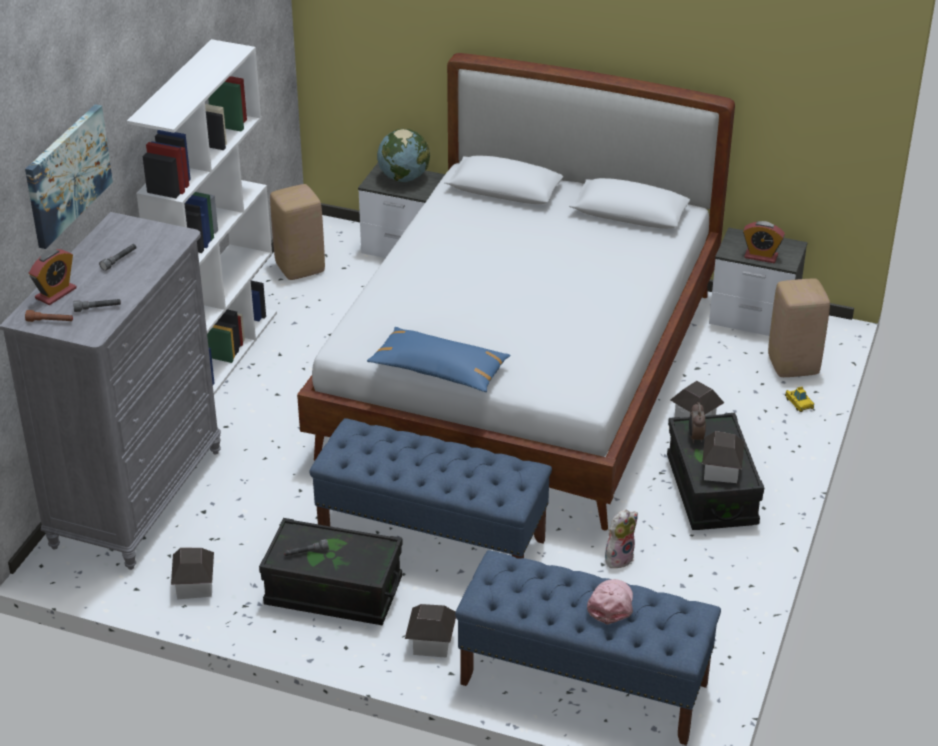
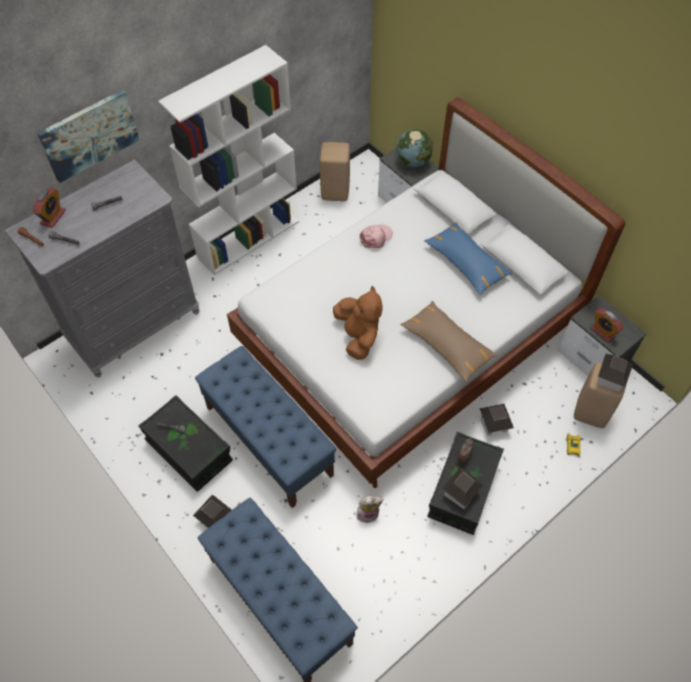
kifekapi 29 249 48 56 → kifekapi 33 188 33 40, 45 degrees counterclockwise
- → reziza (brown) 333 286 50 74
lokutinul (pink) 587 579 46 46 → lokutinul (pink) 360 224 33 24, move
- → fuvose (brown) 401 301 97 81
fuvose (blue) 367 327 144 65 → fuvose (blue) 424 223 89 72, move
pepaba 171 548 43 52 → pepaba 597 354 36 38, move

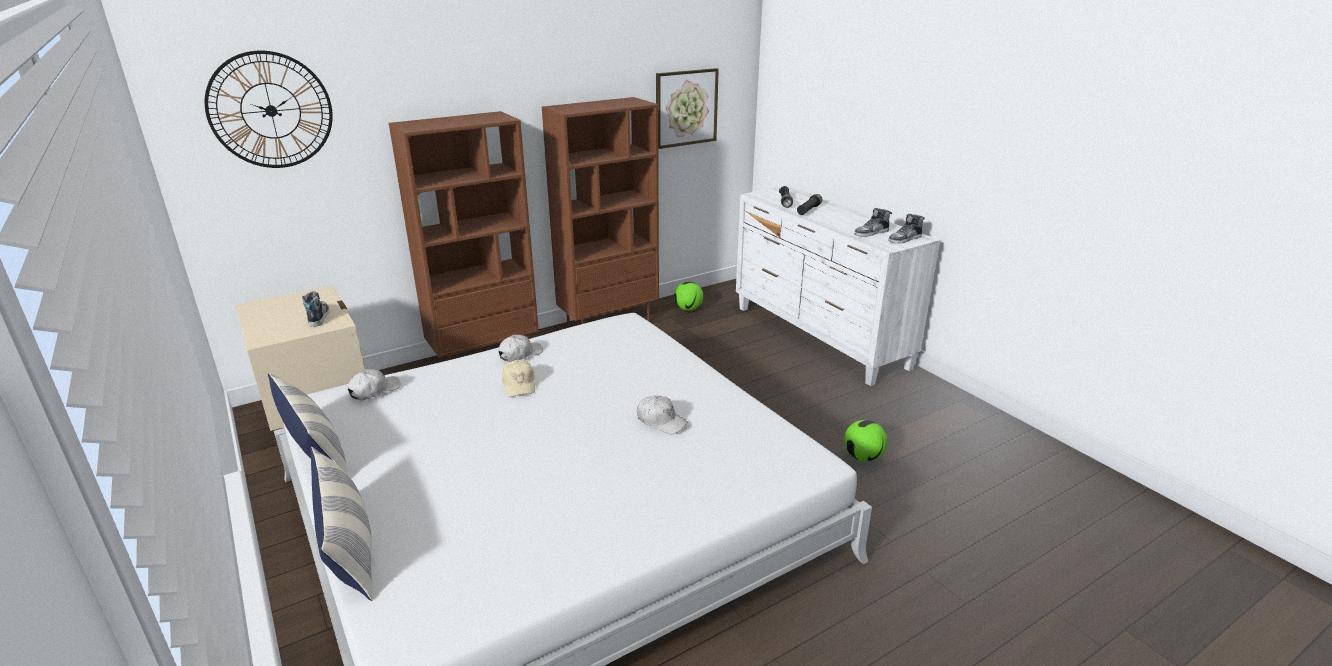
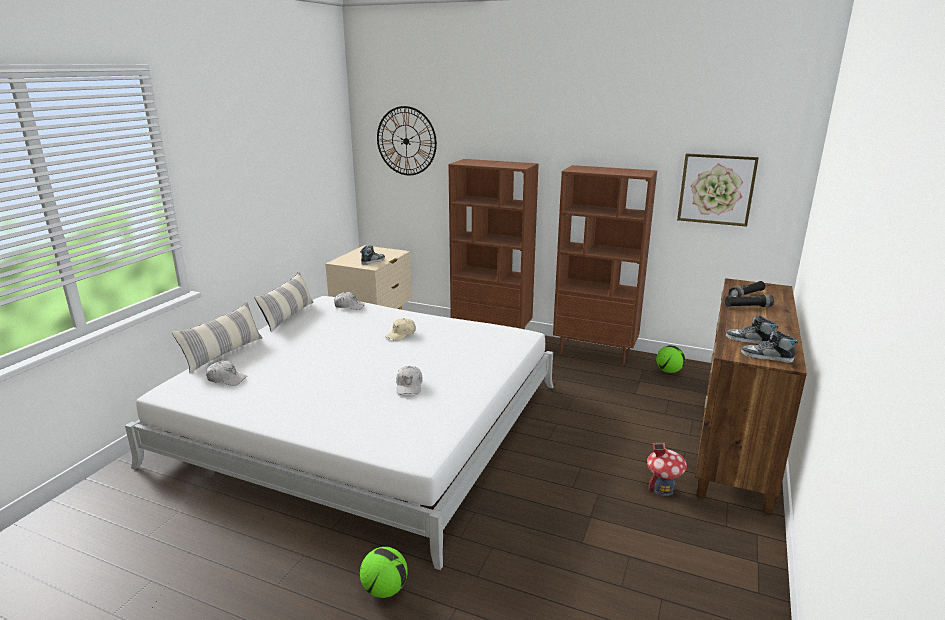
lokutinul (white) 498 335 45 27 → lokutinul (white) 206 361 41 25, move
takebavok 844 420 43 42 → takebavok 360 547 48 51, move
- → pepaba 647 443 40 53
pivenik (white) 736 186 204 200 → pivenik (brown) 695 278 112 237

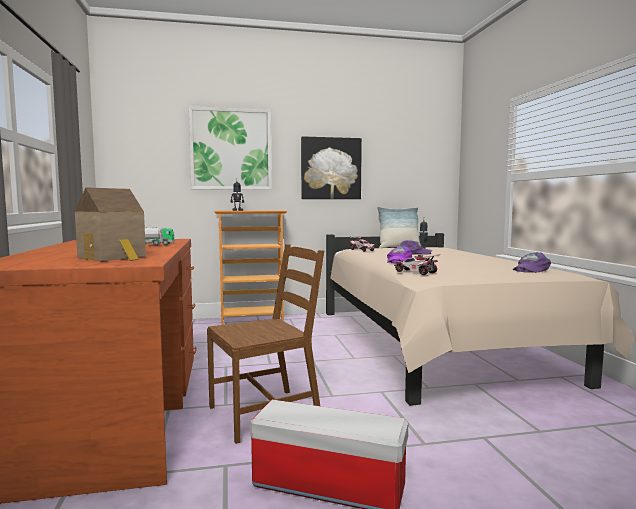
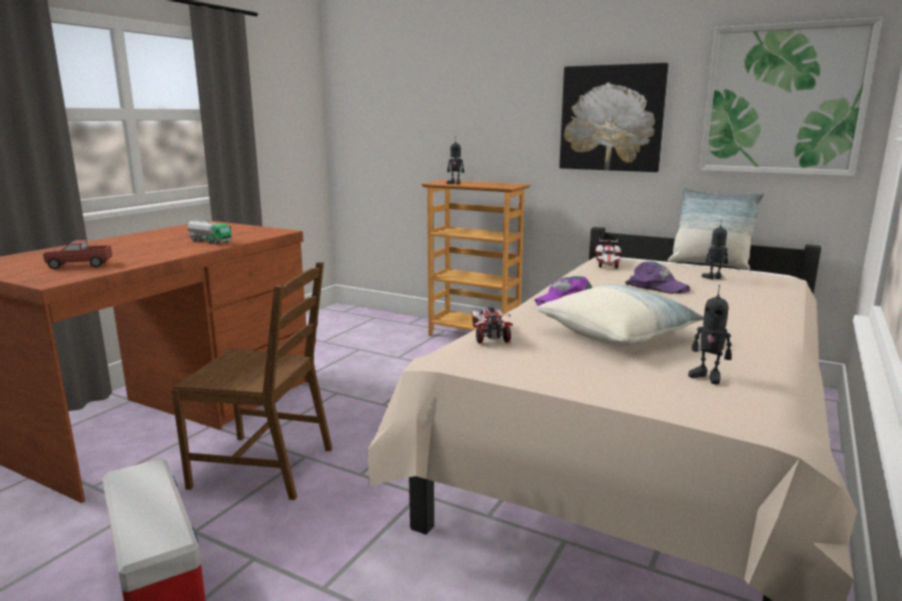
pepaba 75 188 71 73 → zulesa 43 240 69 29
- → fuvose 537 285 167 61
lokutinul (purple) 513 252 38 21 → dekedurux 688 285 44 100
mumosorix 189 106 83 84 → mumosorix 699 17 184 159, move

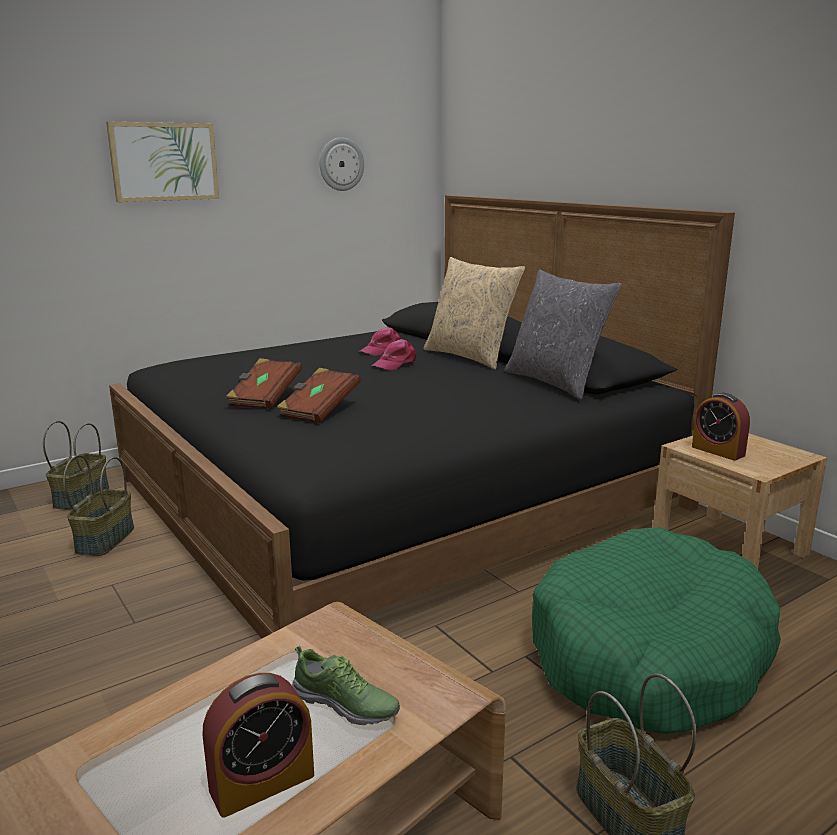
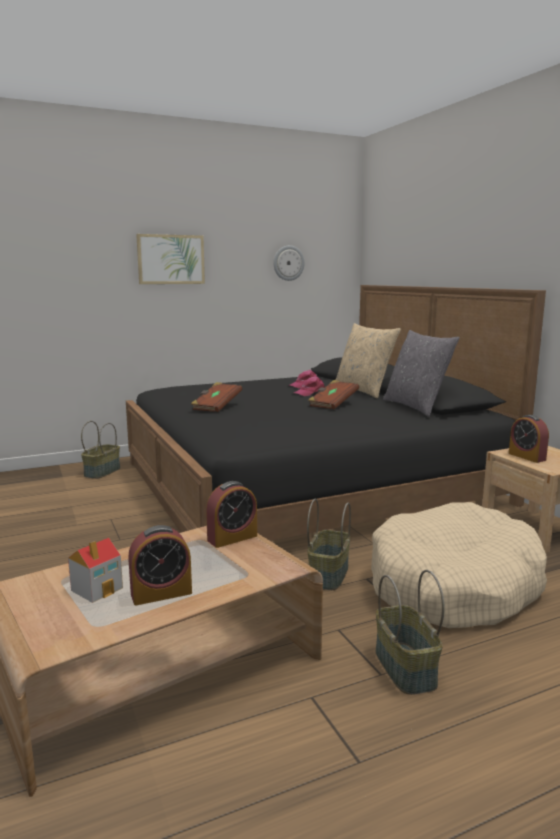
- → pepaba 68 538 55 65
- → kifekapi 206 481 51 67
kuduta 63 455 71 101 → kuduta 307 498 44 92, move
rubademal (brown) 276 368 84 55 → rubademal (brown) 308 380 51 29, move
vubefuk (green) 532 527 249 207 → vubefuk (beige) 371 502 176 126
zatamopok 292 646 108 79 → -

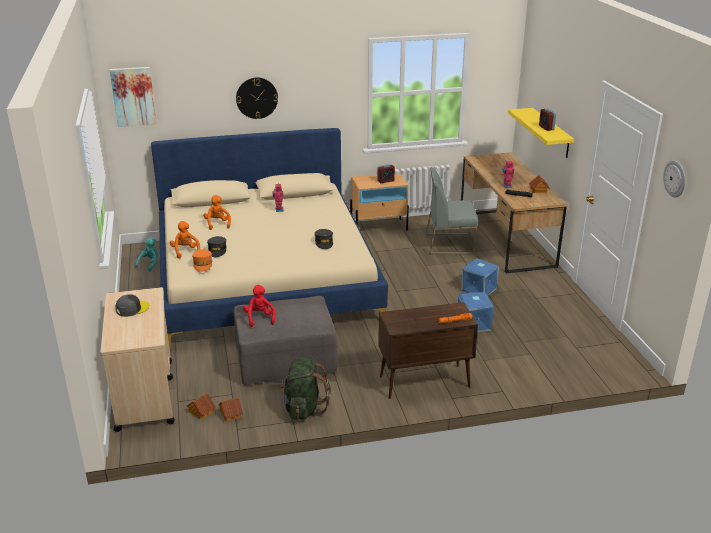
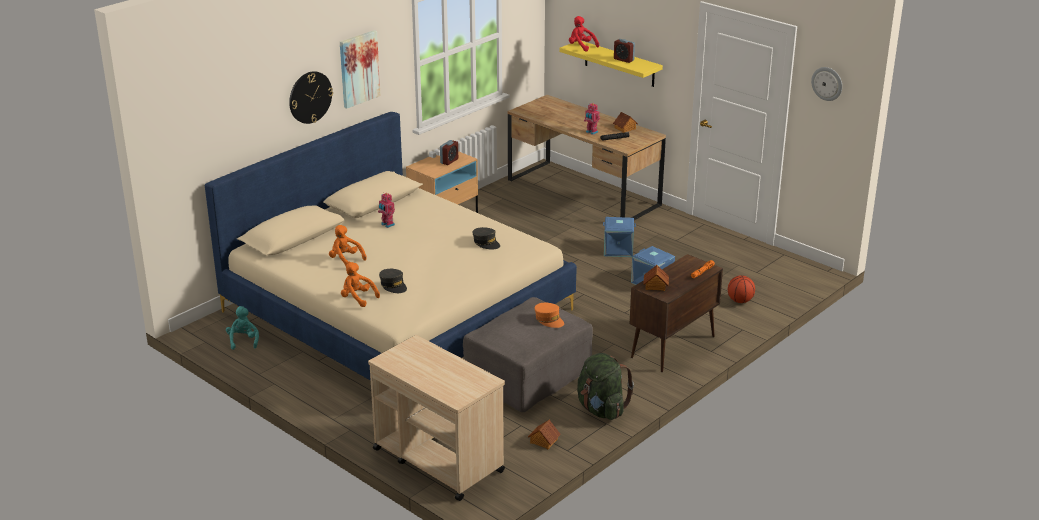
mumosorix 110 67 47 60 → mumosorix 340 30 41 79, move
lokutinul (orange) 192 250 20 22 → lokutinul (orange) 534 303 30 25, move
reziza (red) 243 285 33 42 → reziza (red) 569 16 30 36, move
pepaba 187 393 29 27 → pepaba 643 265 26 26, move
- → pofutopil 728 275 27 28
lokutinul (grey) 115 294 34 23 → -
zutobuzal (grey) 426 167 52 87 → -

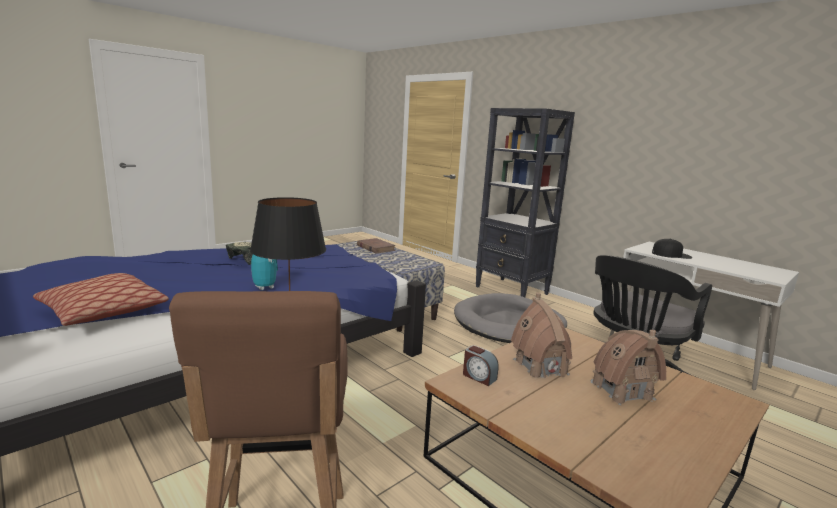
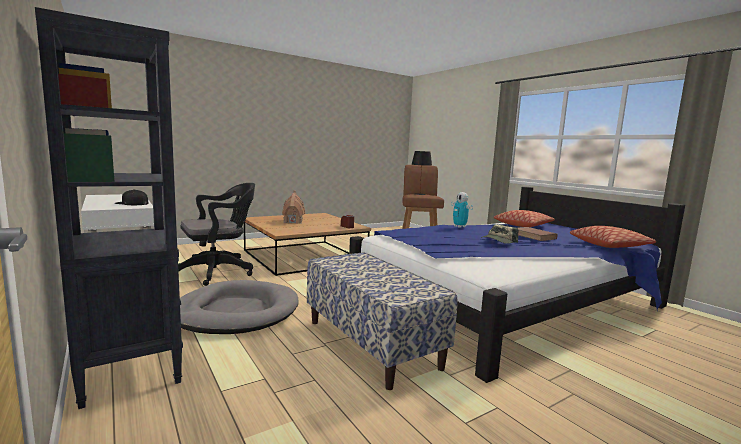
rubademal (brown) 357 238 39 16 → rubademal (brown) 518 227 40 14, move
- → fuvose 570 226 86 22
pepaba 511 292 61 86 → -

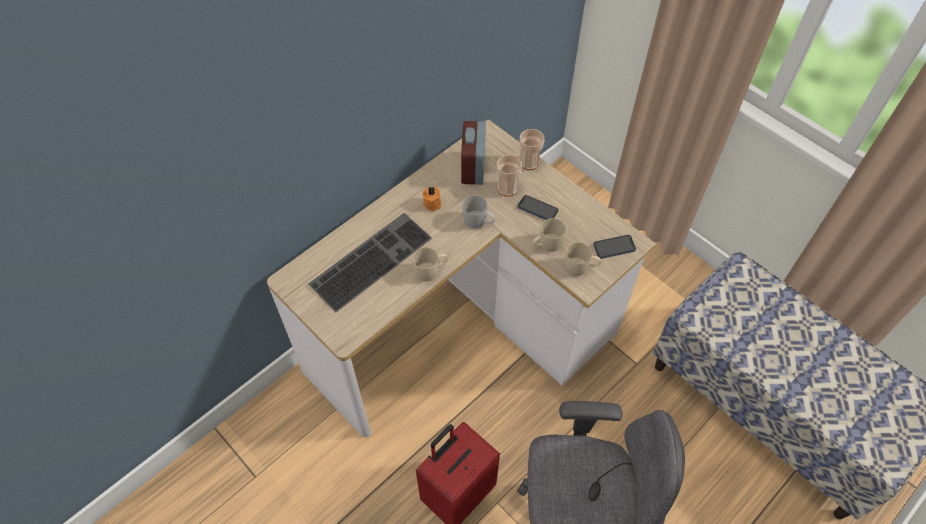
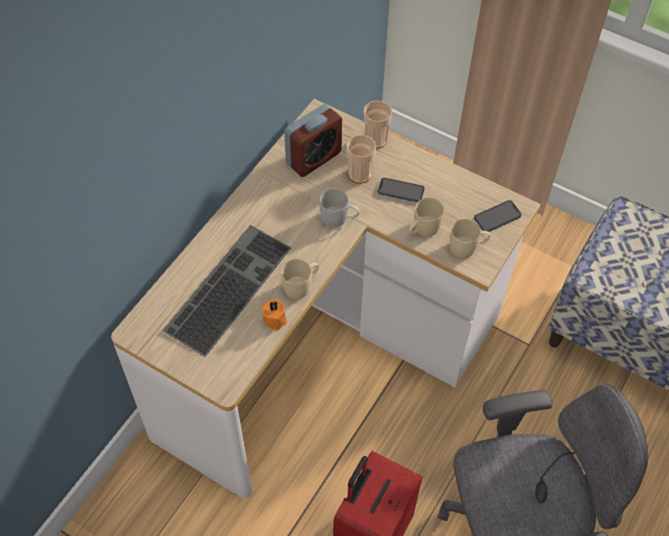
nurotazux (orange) 422 187 19 25 → nurotazux (orange) 262 299 25 31, move
kifekapi 461 121 25 64 → kifekapi 284 104 58 73, 120 degrees counterclockwise

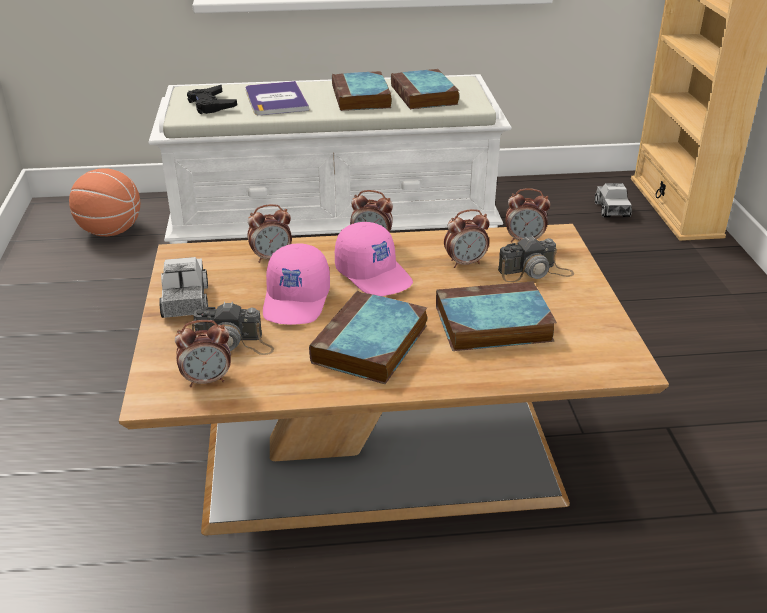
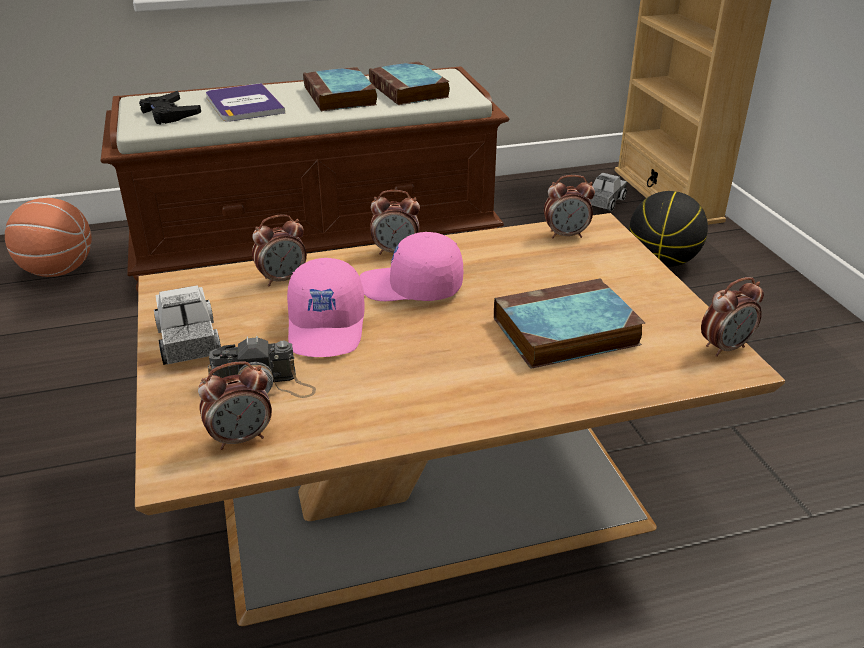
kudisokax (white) 148 74 364 170 → kudisokax (brown) 101 66 408 226
lokutinul (pink) 335 222 78 74 → lokutinul (pink) 359 232 104 69, 150 degrees clockwise
zulesa 595 183 37 34 → zulesa 589 173 38 38, 135 degrees counterclockwise
- → pofutopil 629 191 79 76
kifekapi 444 209 46 59 → kifekapi 701 277 63 80, move
rubademal 309 291 118 93 → -
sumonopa 498 236 77 46 → -

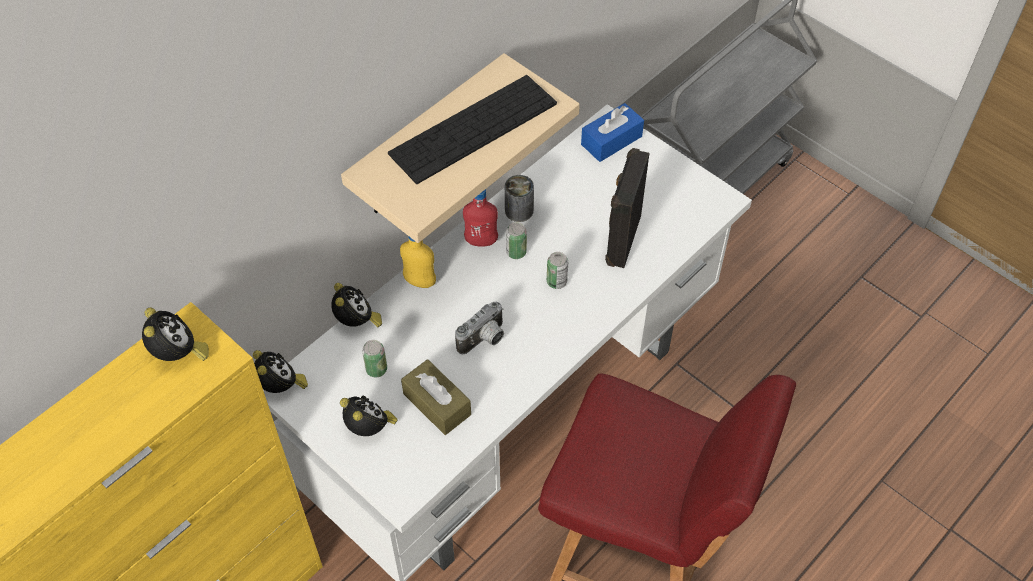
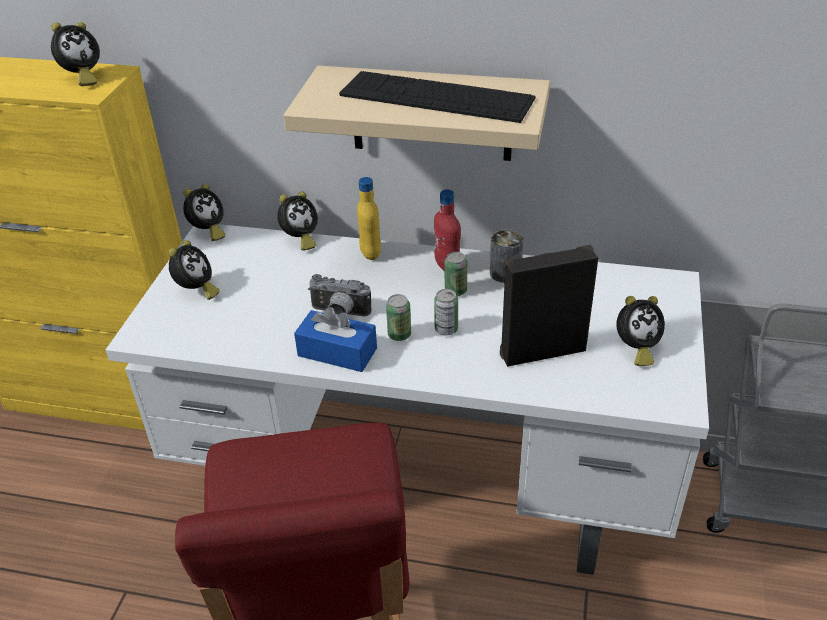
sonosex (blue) 581 103 63 59 → sonosex (blue) 294 307 83 65, move
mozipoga 362 340 25 38 → mozipoga 386 294 25 47, move
- → kifekapi 616 296 49 70
sonosex (brown) 401 359 70 76 → -

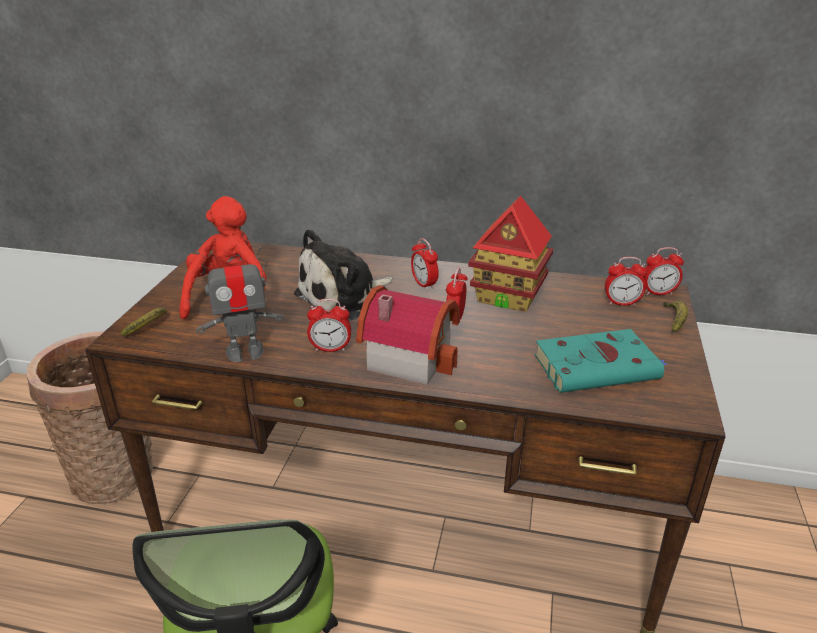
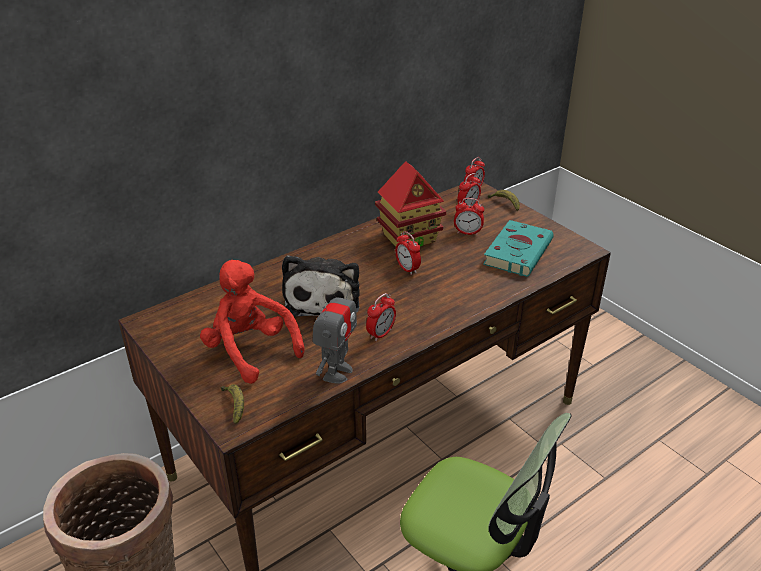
kifekapi 411 238 28 53 → kifekapi 454 198 30 37, move
pepaba 356 285 104 100 → -

